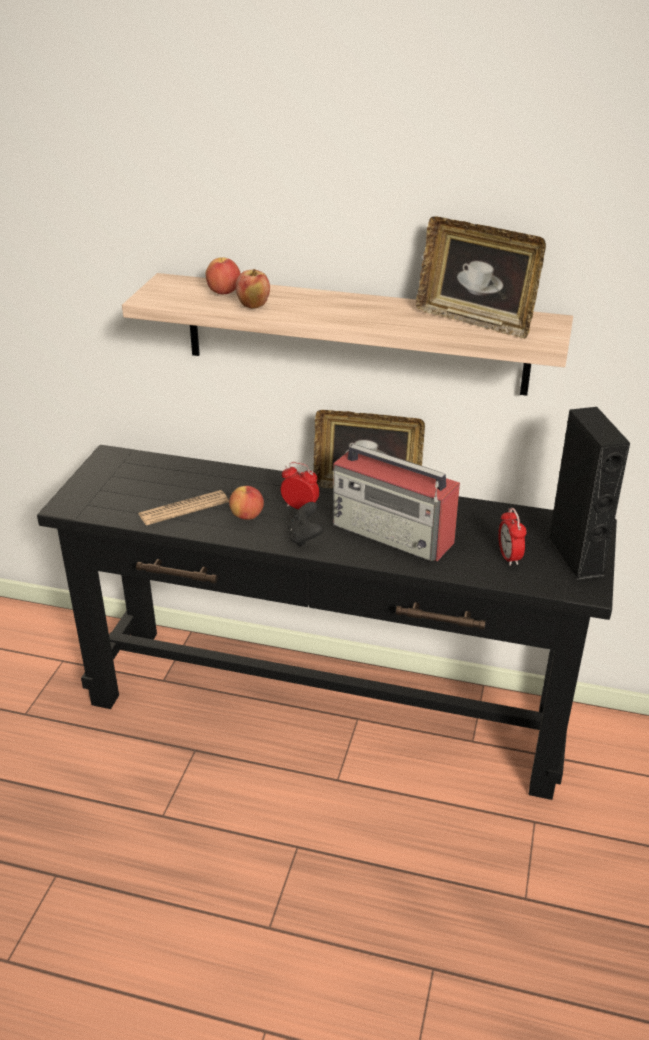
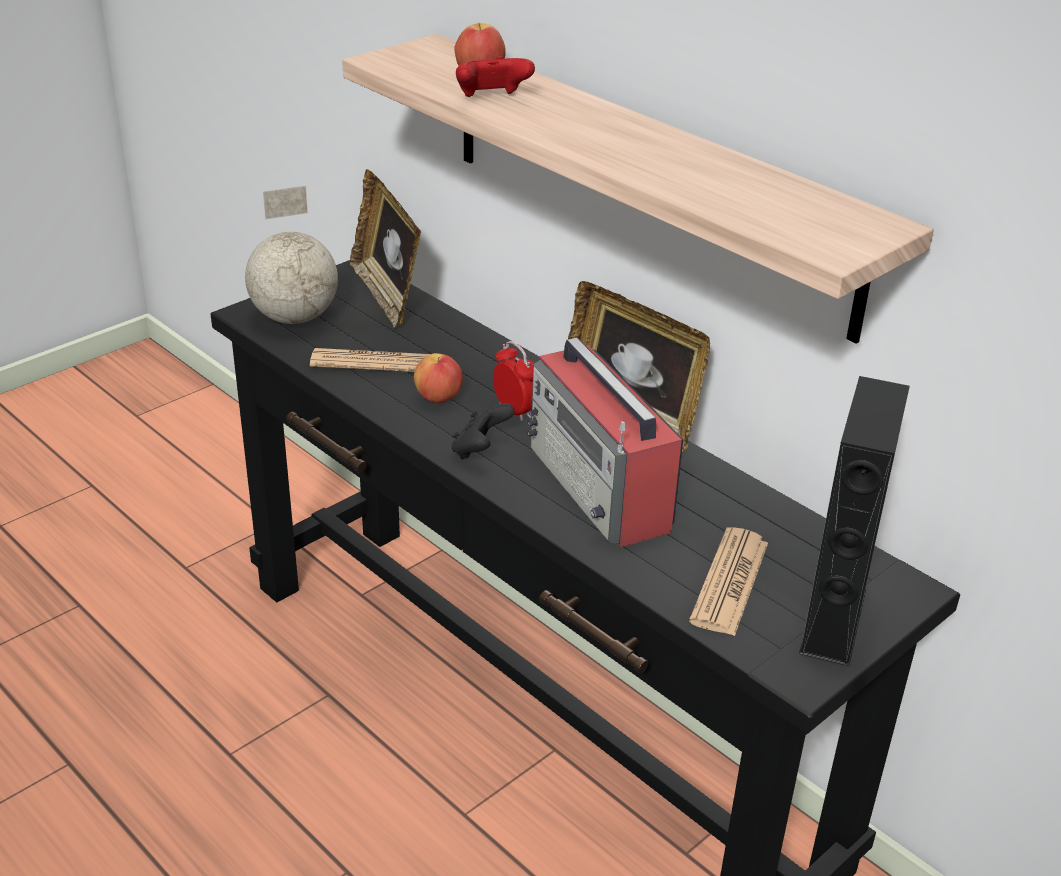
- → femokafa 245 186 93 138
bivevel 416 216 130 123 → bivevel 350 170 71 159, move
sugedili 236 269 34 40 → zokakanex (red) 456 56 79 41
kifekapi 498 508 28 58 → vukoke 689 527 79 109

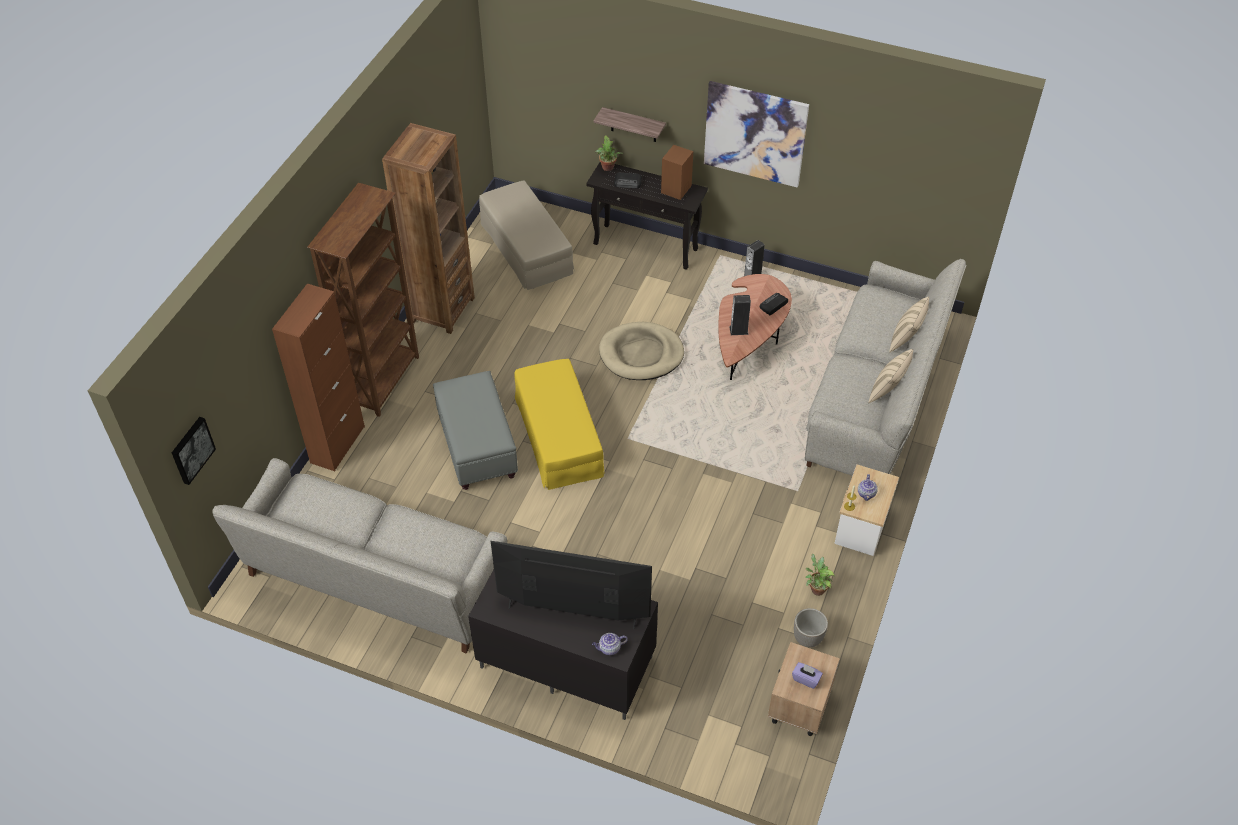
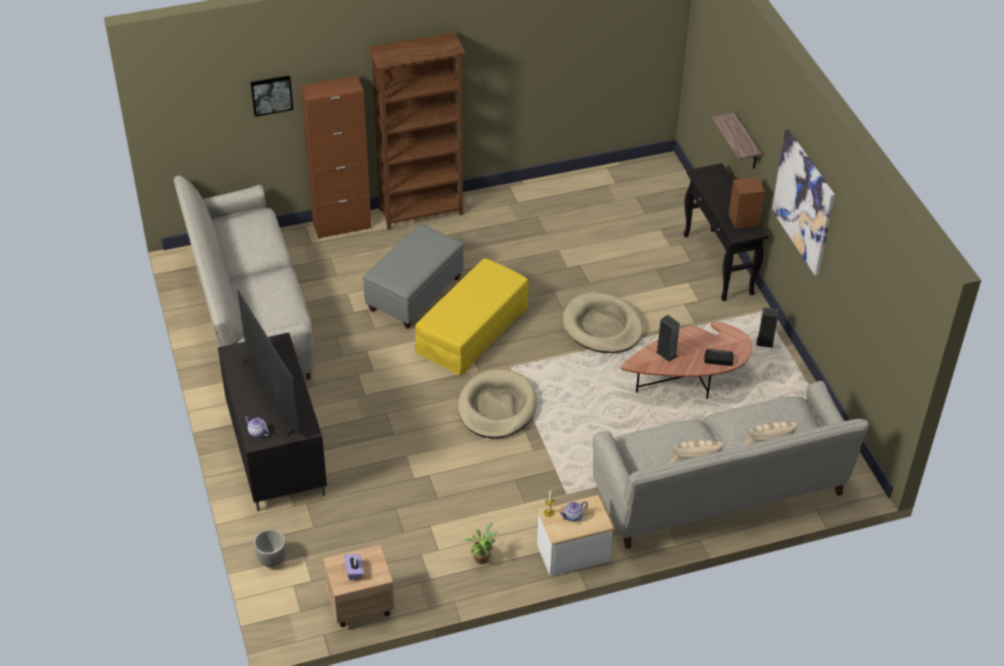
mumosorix 172 417 44 68 → mumosorix 250 76 43 41, move
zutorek 794 608 34 39 → zutorek 254 529 32 38, move
- → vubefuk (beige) 458 369 79 69
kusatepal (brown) 382 123 93 211 → -
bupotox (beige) 479 181 95 109 → -
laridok 595 135 28 36 → -
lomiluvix 614 173 28 16 → -

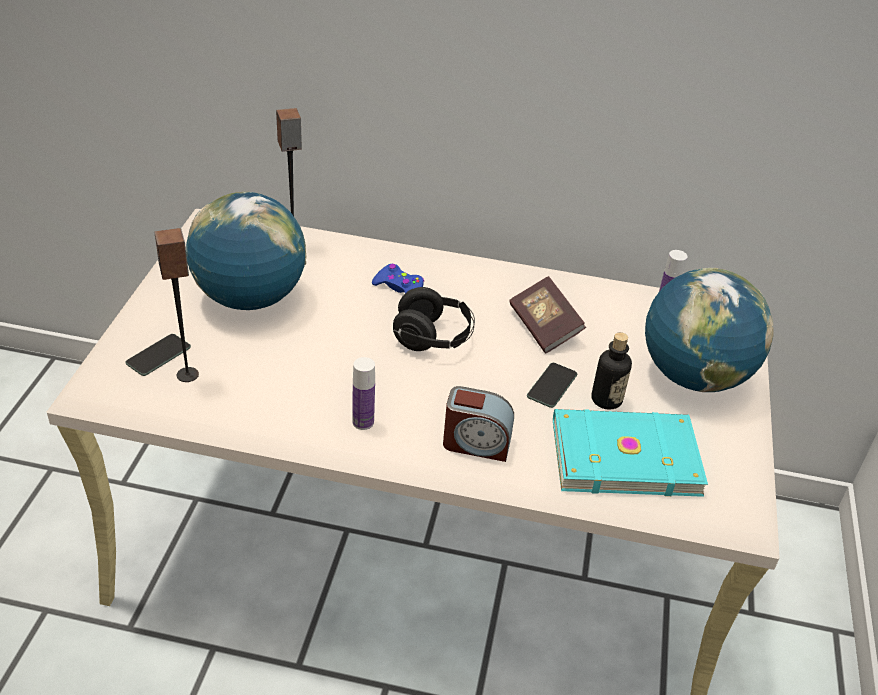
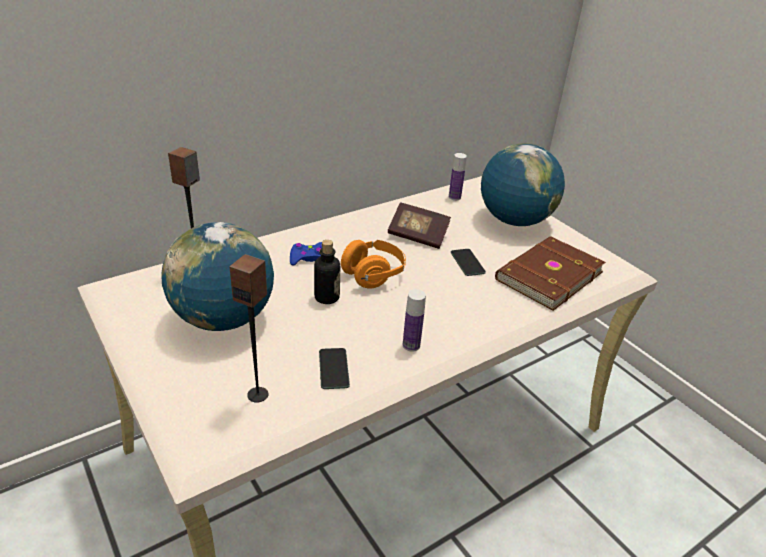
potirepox 591 332 41 78 → potirepox 314 240 26 64, move
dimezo 125 334 66 42 → dimezo 319 348 31 41, move
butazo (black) 393 287 82 64 → butazo (orange) 341 240 65 49
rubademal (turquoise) 553 409 155 88 → rubademal (brown) 495 236 111 75
kifekapi 443 386 71 76 → -

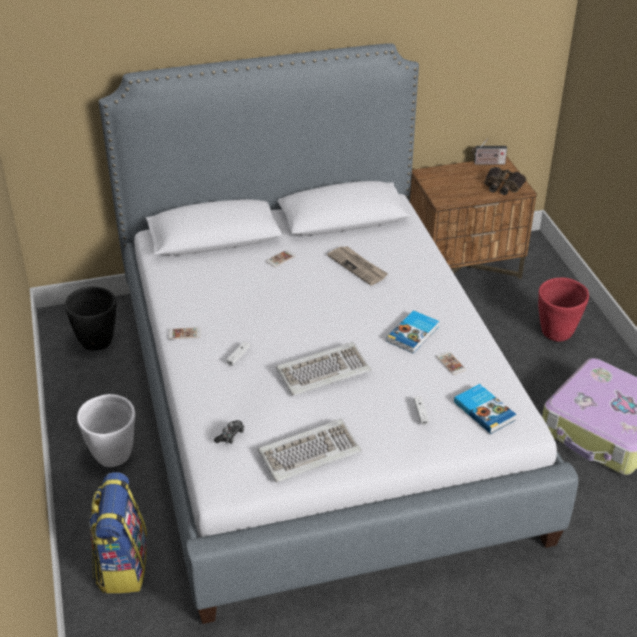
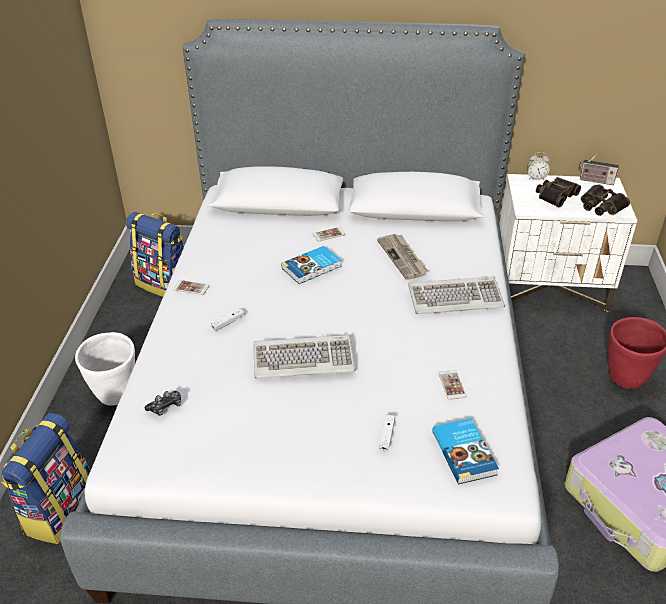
zutorek (black) 65 286 51 65 → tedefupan 126 212 58 85
rubademal 386 310 53 43 → rubademal 281 246 60 38, move
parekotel 258 419 104 63 → parekotel 408 276 97 38, move
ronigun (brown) 410 156 127 123 → ronigun (white) 499 174 139 138
- → kifekapi 527 152 23 28
- → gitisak 536 177 45 31

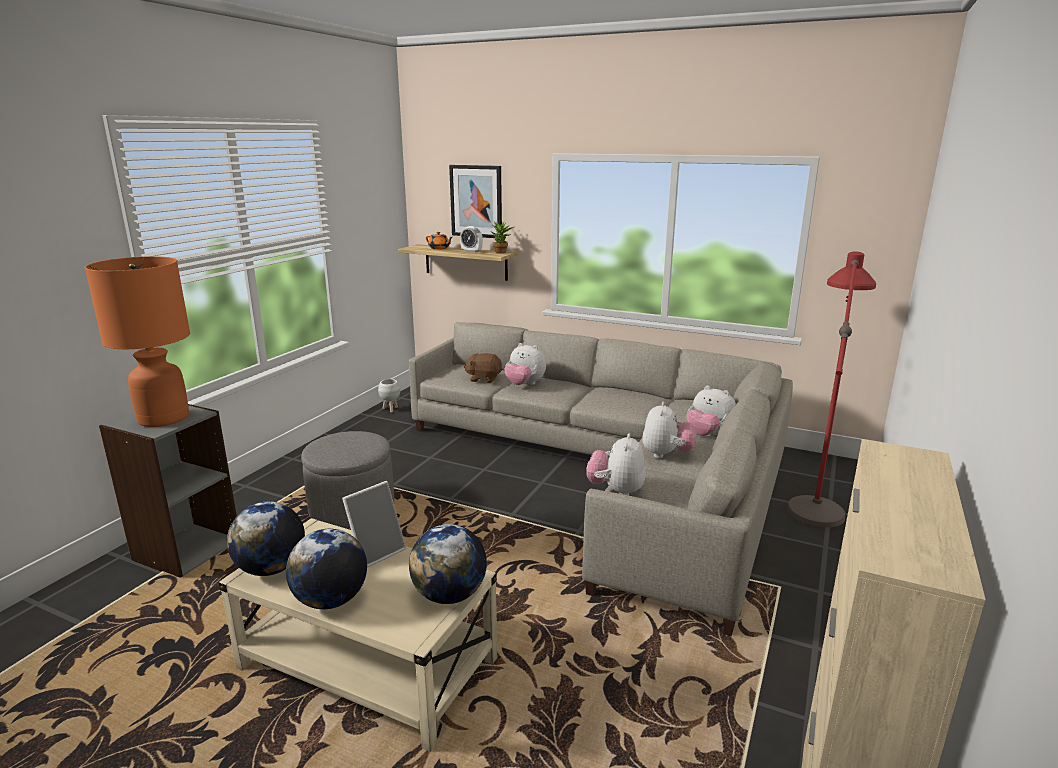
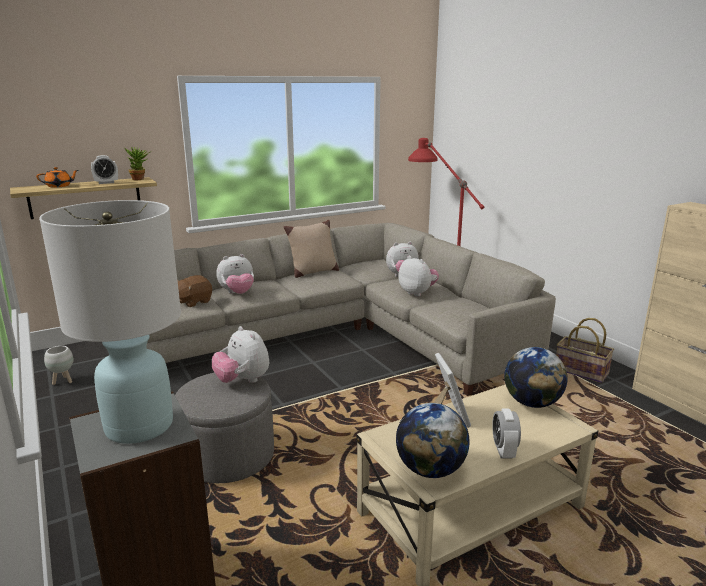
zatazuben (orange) 85 256 105 171 → zatazuben (white) 39 200 142 244
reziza 586 433 59 62 → reziza 212 326 57 57, move
- → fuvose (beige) 284 220 55 58
femokafa 286 529 81 80 → kifekapi 492 408 29 50
- → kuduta 556 318 58 65
mumosorix 449 165 53 73 → -

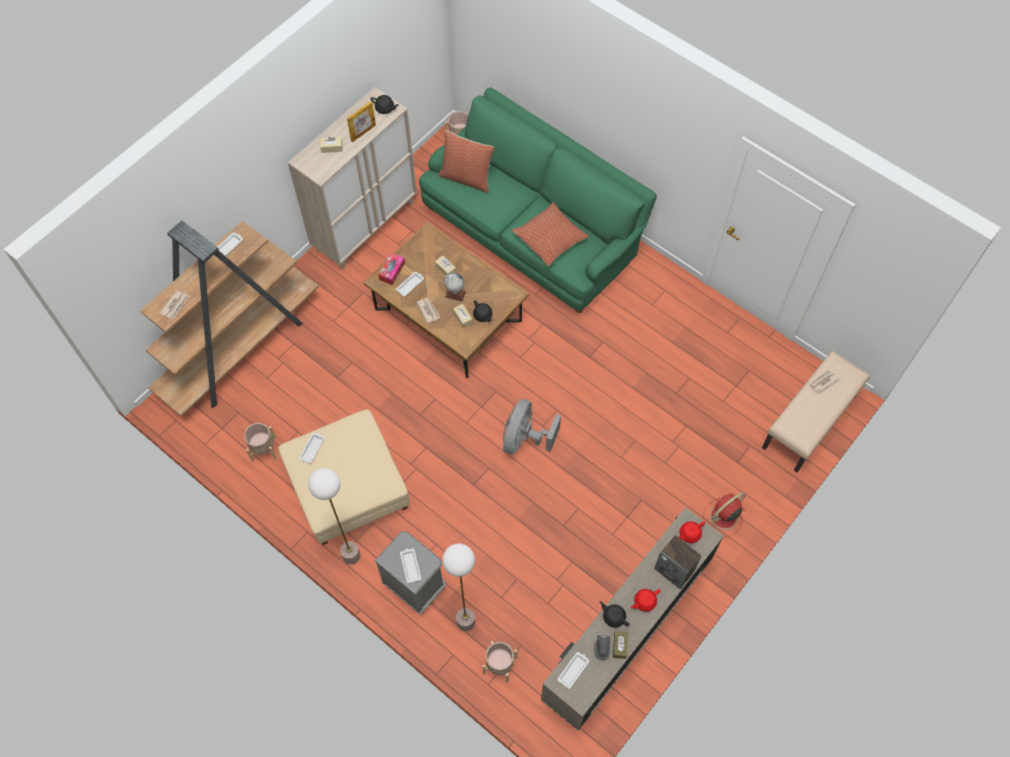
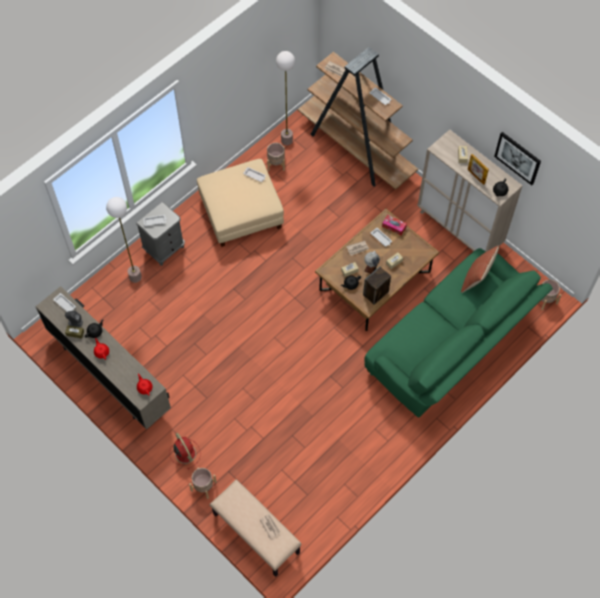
zutorek (beige) 482 641 35 42 → zutorek (beige) 189 467 28 32, move
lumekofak 308 468 52 97 → lumekofak 276 51 19 94, move
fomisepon 654 535 48 54 → fomisepon 363 266 28 39, move
- → mumosorix 494 132 47 53
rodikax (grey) 503 399 58 55 → -
fuvose 512 202 77 64 → -

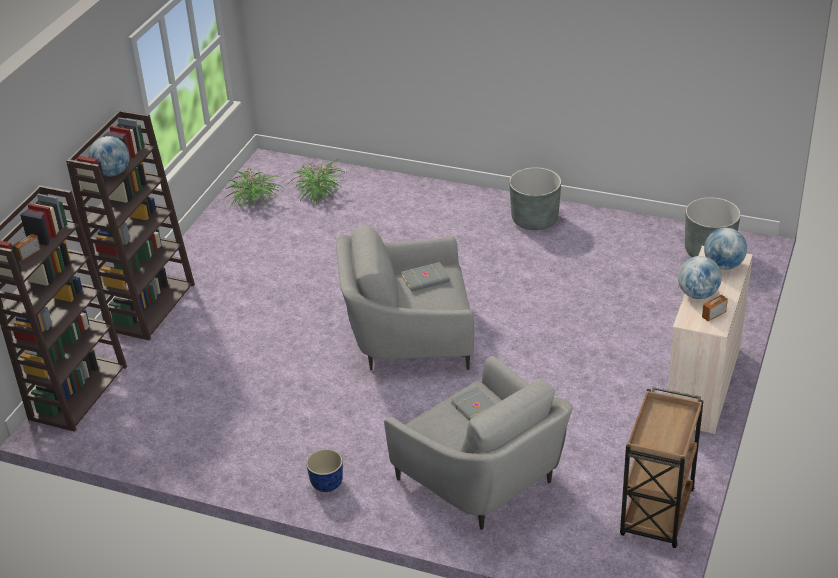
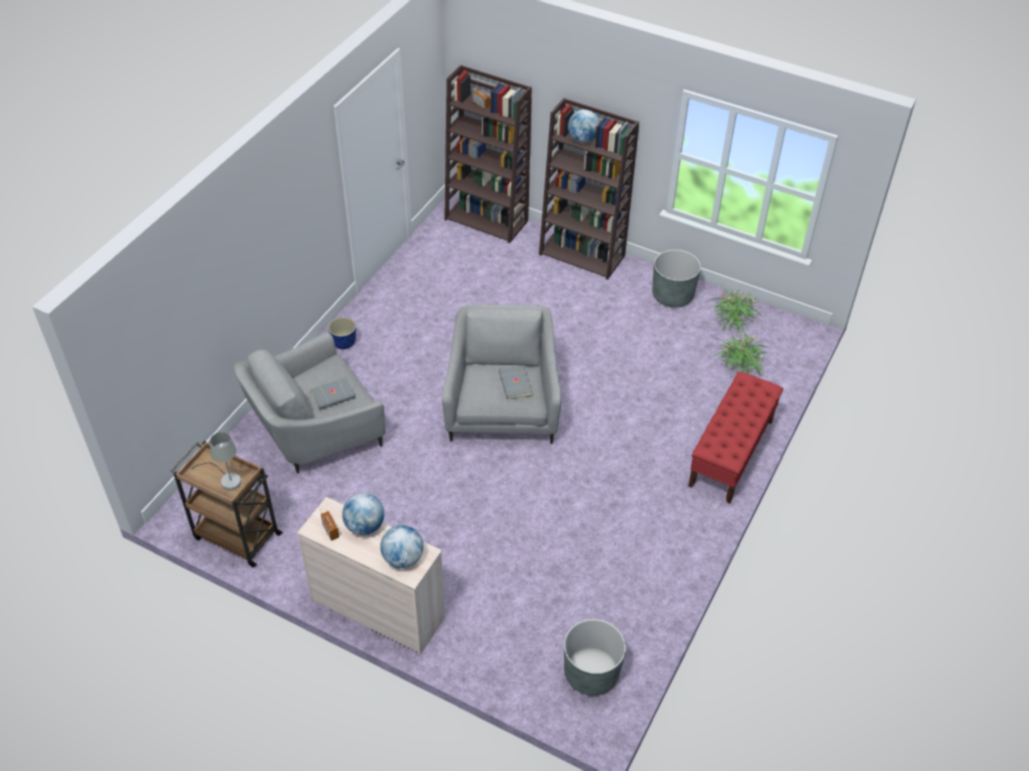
- → zatazuben (grey) 192 432 49 58
zutorek (grey) 509 167 52 63 → zutorek (grey) 652 249 49 59, move
- → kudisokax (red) 688 372 95 132

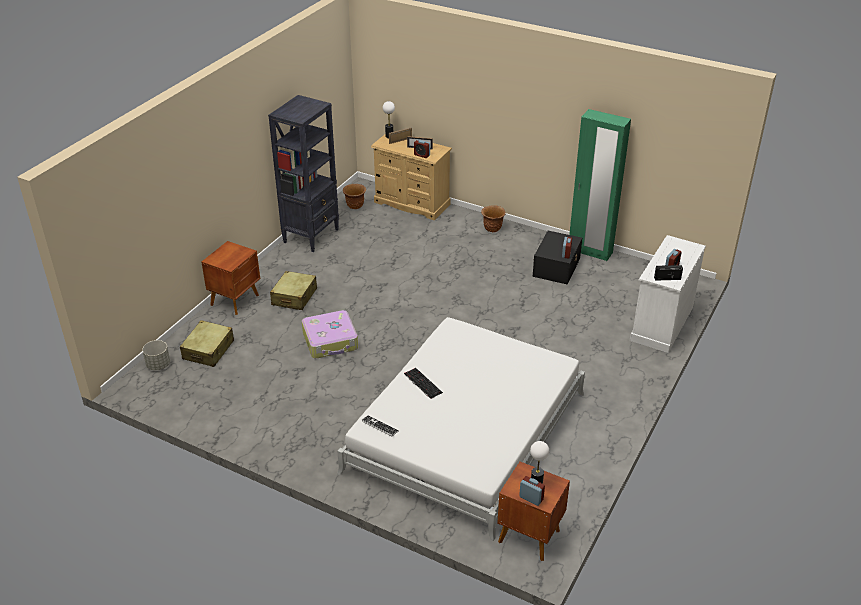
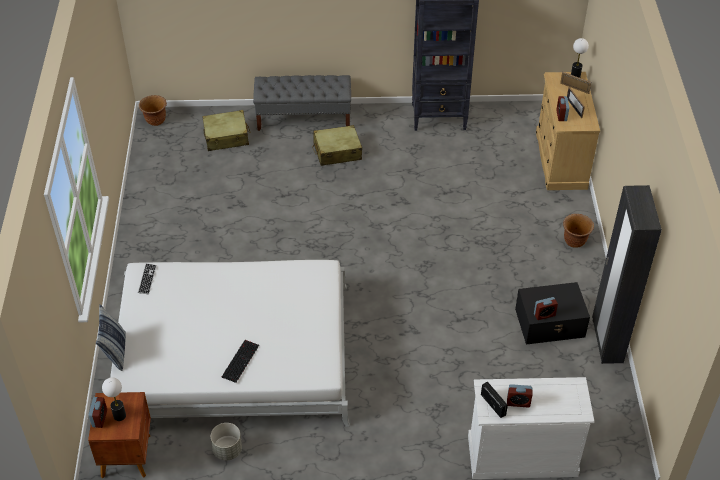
- → fuvose 96 304 30 67
zutorek (brown) 343 184 23 25 → zutorek (brown) 139 95 28 31, move
zutorek (grey) 142 340 28 30 → zutorek (grey) 211 423 31 37, move
parekotel 404 368 39 31 → parekotel 222 340 37 43, move
ronigun (brown) 201 241 59 74 → kudisokax (grey) 253 75 98 56
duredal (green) 569 109 62 152 → duredal (black) 592 185 70 179
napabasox 302 310 56 48 → -

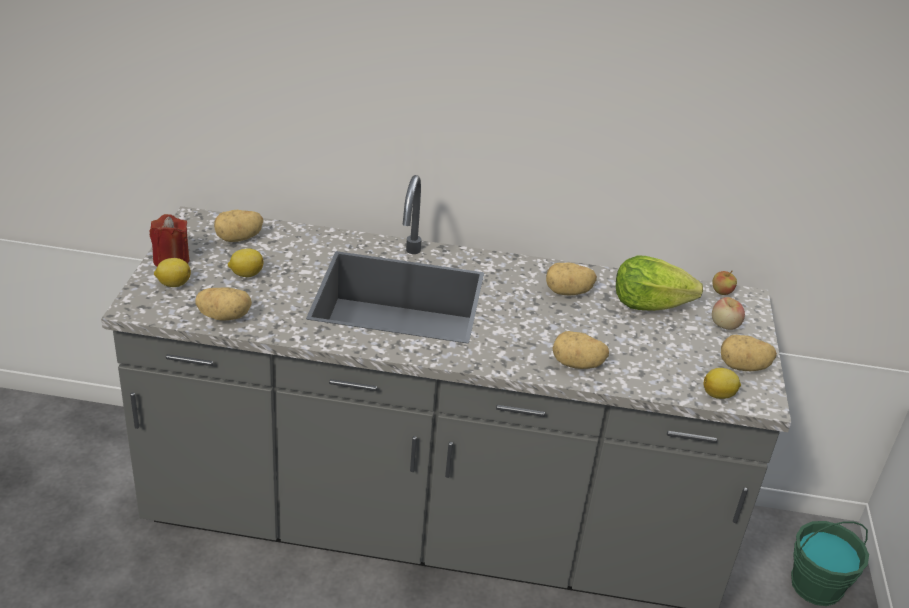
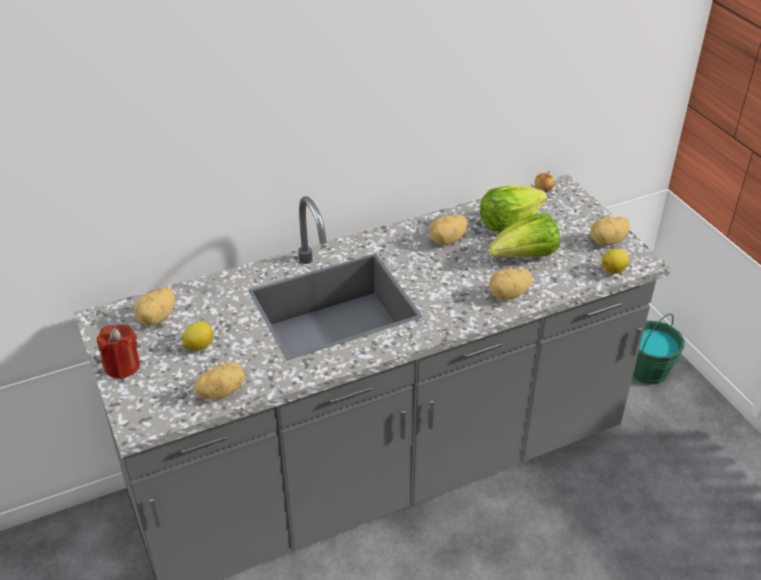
- → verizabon 488 214 72 43
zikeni 154 258 37 29 → -
sugedili 712 297 33 33 → -

